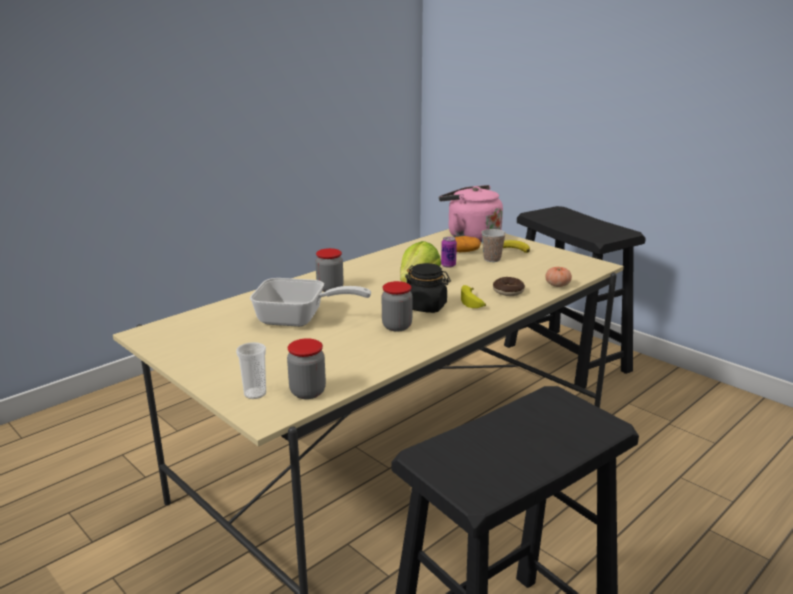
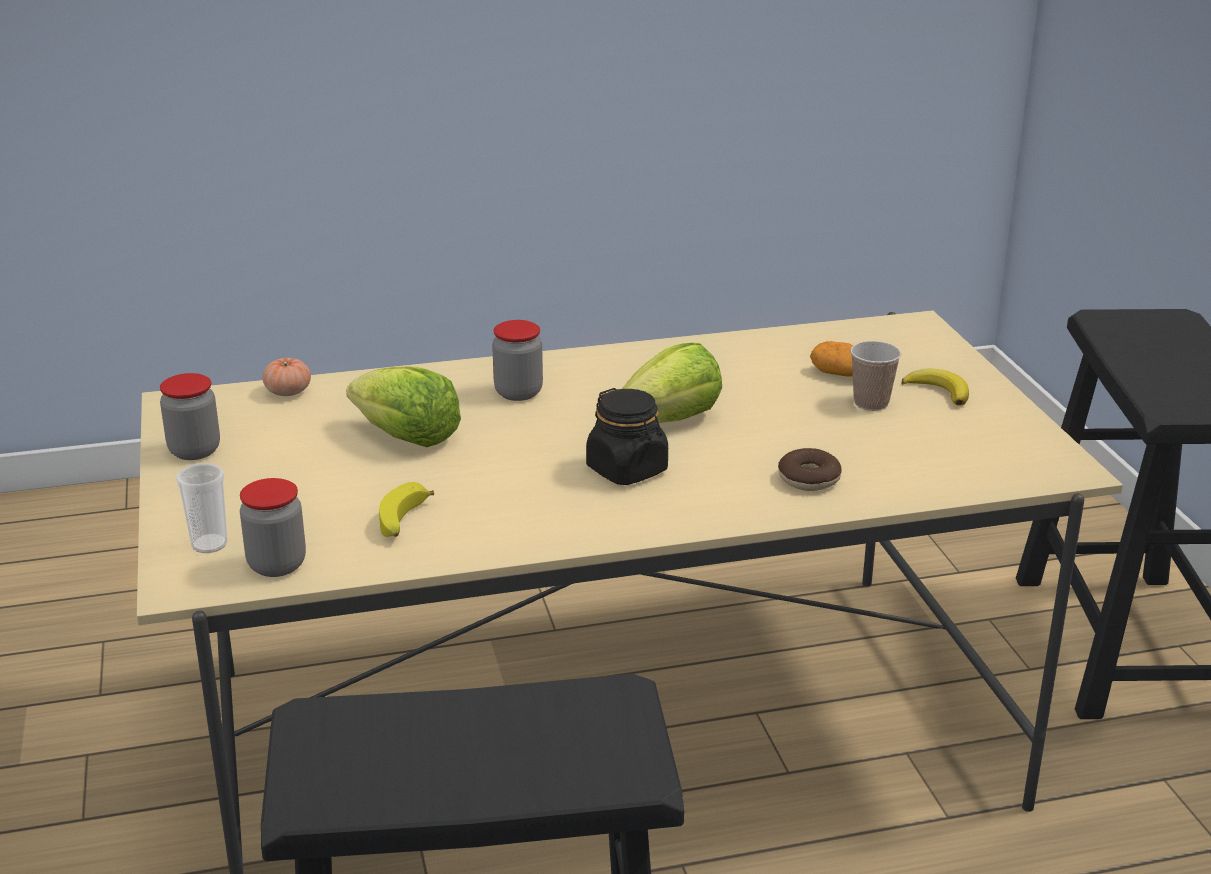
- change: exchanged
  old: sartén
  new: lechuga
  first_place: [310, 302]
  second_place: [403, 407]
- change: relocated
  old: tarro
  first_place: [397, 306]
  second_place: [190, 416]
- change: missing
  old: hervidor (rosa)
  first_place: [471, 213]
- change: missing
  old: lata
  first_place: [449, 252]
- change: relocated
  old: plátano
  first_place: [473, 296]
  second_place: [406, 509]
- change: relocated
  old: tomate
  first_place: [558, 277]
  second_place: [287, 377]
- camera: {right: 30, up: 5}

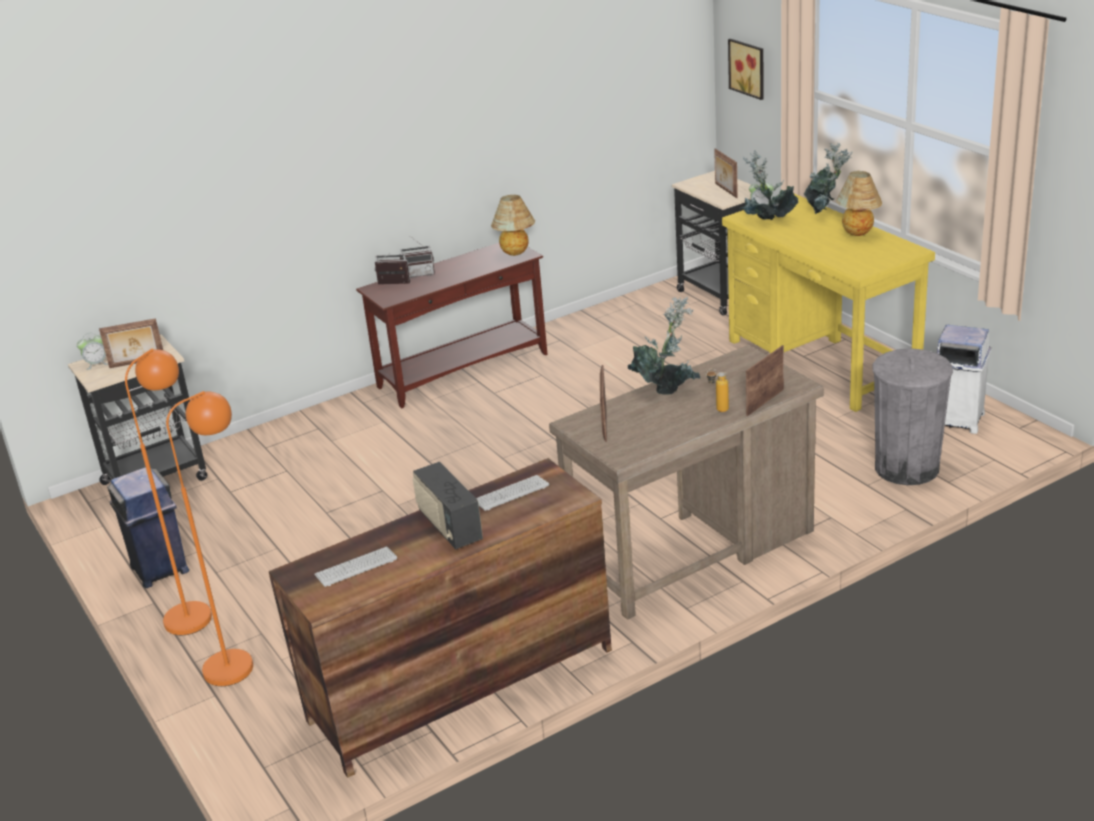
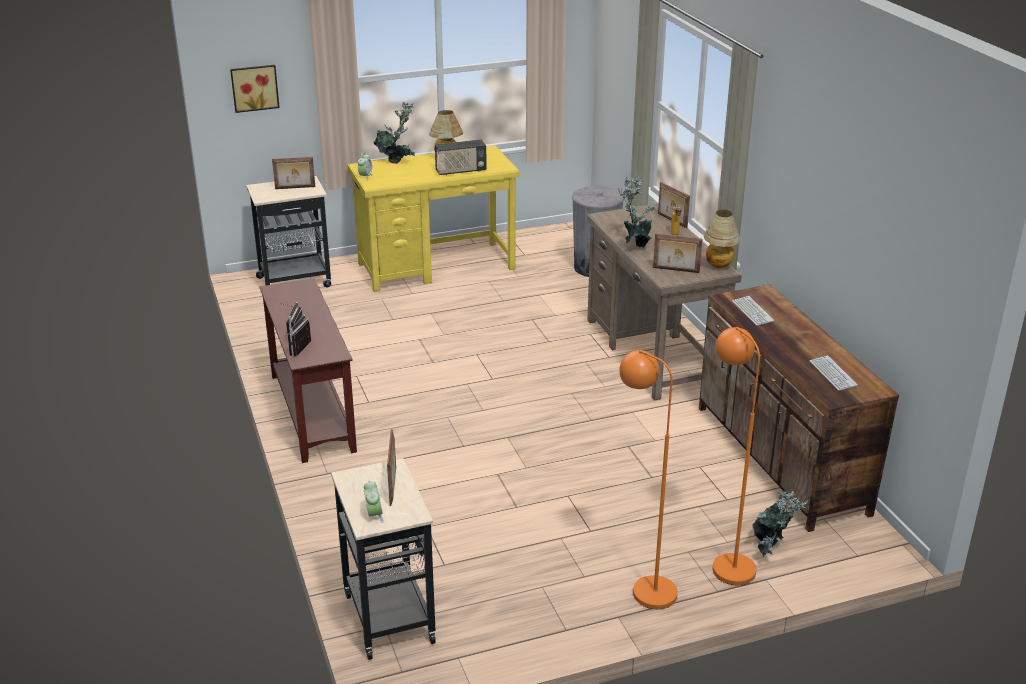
- change: missing
  old: papelera (azul)
  first_place: [148, 527]
- change: relocated
  old: radio
  first_place: [448, 505]
  second_place: [461, 157]
- change: relocated
  old: lámpara de mesa
  first_place: [513, 225]
  second_place: [722, 238]
- change: relocated
  old: planta en maceta
  first_place: [768, 185]
  second_place: [780, 523]
- change: missing
  old: papelera (blanco)
  first_place: [964, 379]
- camera: {right: -80, up: 0}

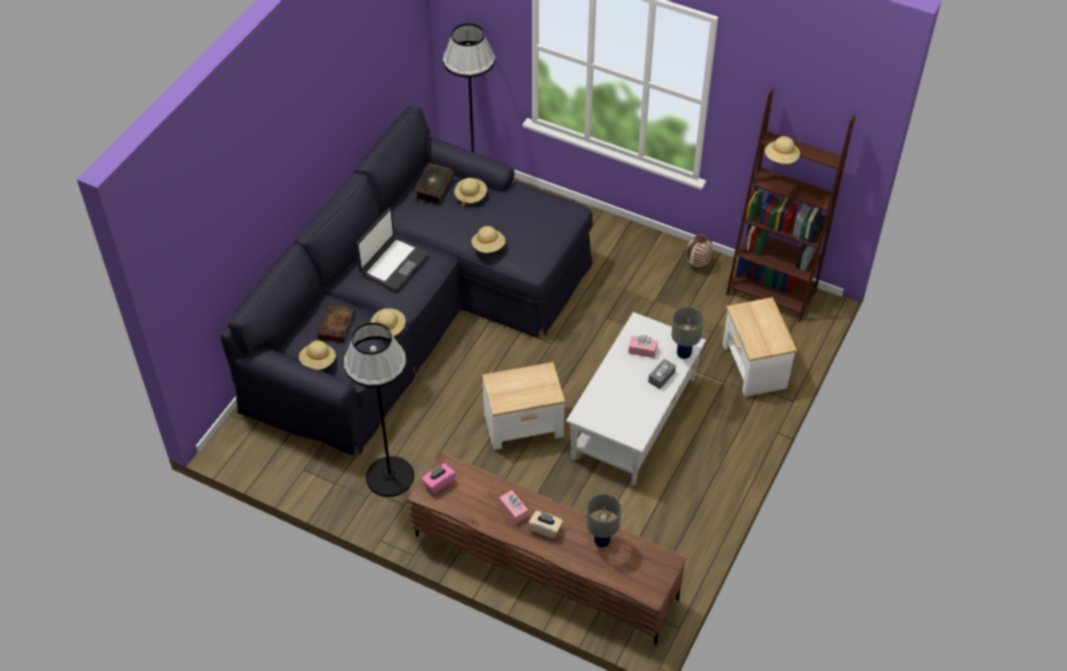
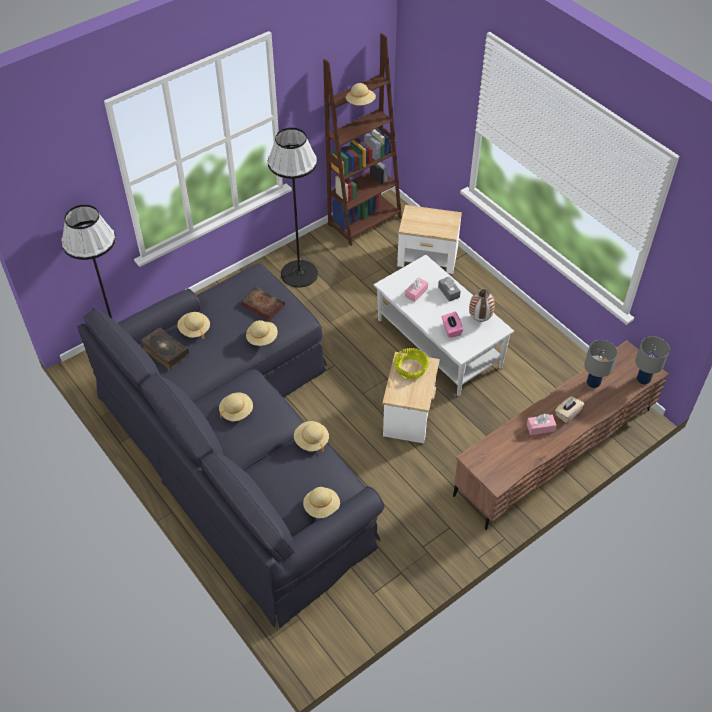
- change: relocated
  old: libro
  first_place: [336, 323]
  second_place: [263, 303]
- change: relocated
  old: lámpara de pie (negro)
  first_place: [378, 409]
  second_place: [293, 208]
- change: exchanged
  old: portátil
  new: sombrero (beis)
  first_place: [392, 248]
  second_place: [236, 406]
- change: relocated
  old: caja de pañuelos (rosa)
  first_place: [439, 478]
  second_place: [452, 325]
- change: relocated
  old: lámpara de mesa (gris)
  first_place: [687, 333]
  second_place: [652, 360]
- change: relocated
  old: florero
  first_place: [699, 251]
  second_place: [482, 305]
- change: appeared
  new: cuenco (amarillo)
  second_place: [411, 363]
- camera: {right: -65, up: 0}

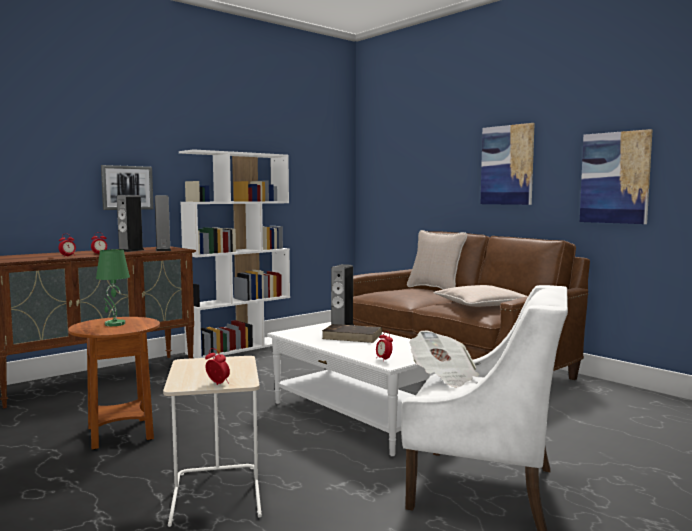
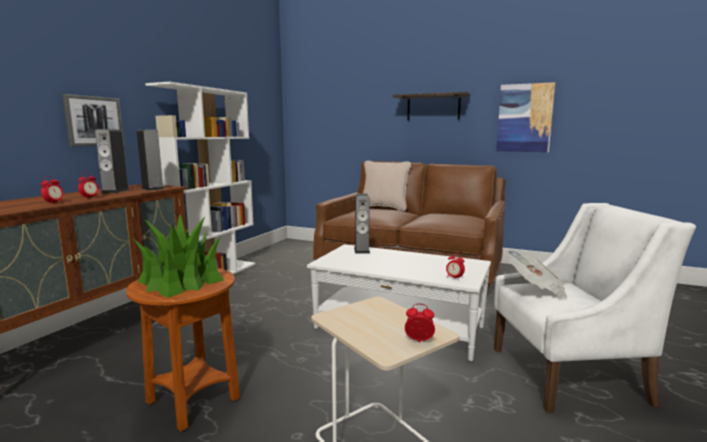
- change: exchanged
  old: lámpara de mesa (verde)
  new: planta en maceta
  first_place: [113, 287]
  second_place: [178, 256]
- change: missing
  old: libro (marrón)
  first_place: [352, 333]
- change: missing
  old: cojín (beis)
  first_place: [480, 296]
- change: exchanged
  old: cuadro
  new: estante
  first_place: [508, 164]
  second_place: [432, 106]
- camera: {right: -25, up: 5}

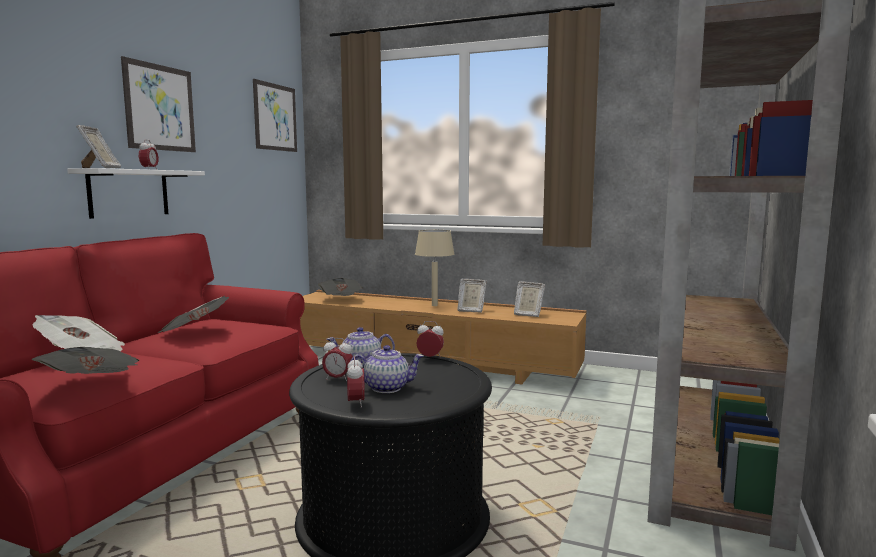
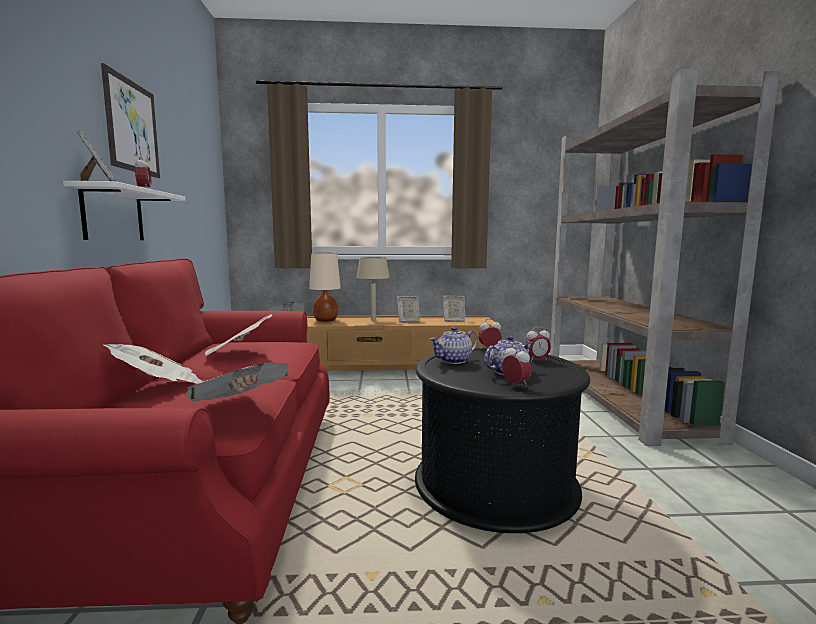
- change: missing
  old: cuadro
  first_place: [275, 115]
- change: relocated
  old: despertador
  first_place: [337, 359]
  second_place: [538, 344]
- change: appeared
  new: lámpara de mesa (beis)
  second_place: [325, 287]
- camera: {right: -25, up: 0}

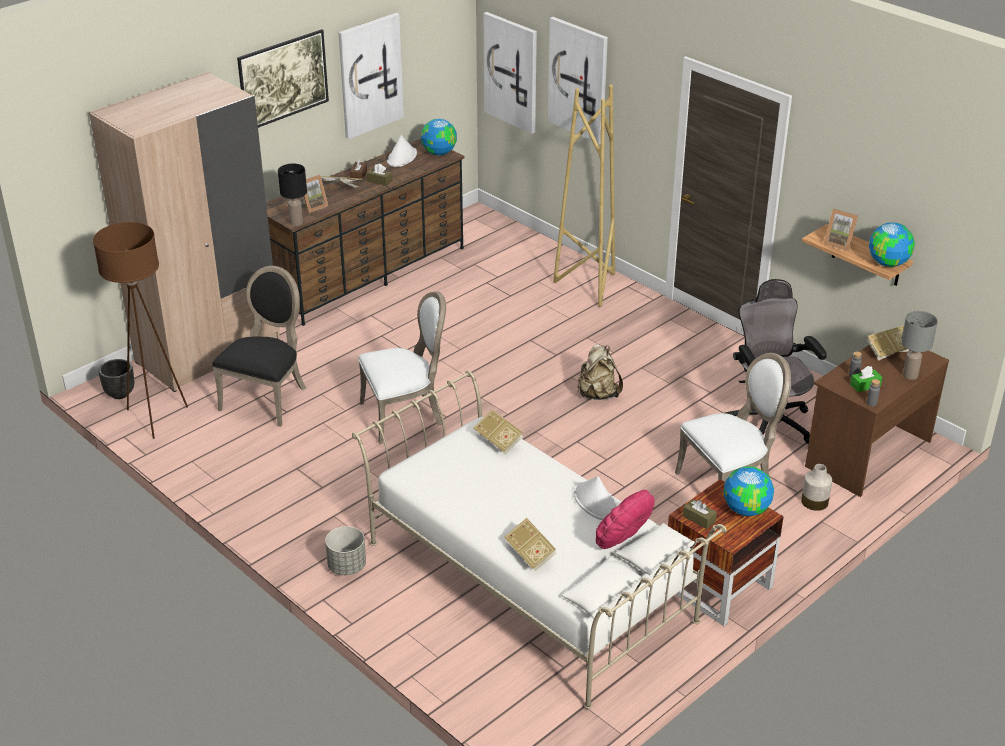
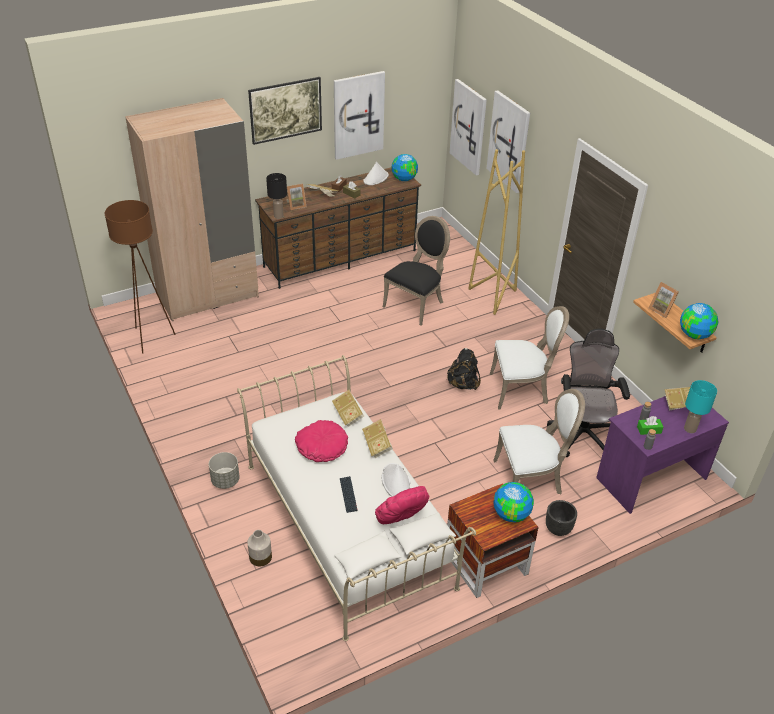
- change: relocated
  old: maceta (negro)
  first_place: [116, 379]
  second_place: [561, 518]
- change: relocated
  old: silla (negro)
  first_place: [259, 346]
  second_place: [416, 271]
- change: relocated
  old: silla (blanco)
  first_place: [402, 367]
  second_place: [529, 358]
- change: relocated
  old: libro
  first_place: [530, 544]
  second_place: [377, 438]
- change: colour
  old: mochila (beis)
  new: mochila (negro)
  first_place: [600, 372]
  second_place: [464, 369]
- change: missing
  old: caja de pañuelos (marrón)
  first_place: [700, 514]
- change: relocated
  old: florero (beis)
  first_place: [816, 487]
  second_place: [259, 548]
- change: colour
  old: escritorio (marrón)
  new: escritorio (morado)
  first_place: [877, 421]
  second_place: [662, 455]
- change: colour
  old: lámpara de mesa (gris)
  new: lámpara de mesa (turquesa)
  first_place: [919, 345]
  second_place: [700, 406]
- change: appeared
  new: cojín (rosa)
  second_place: [321, 441]
- change: appeared
  new: teclado
  second_place: [349, 494]
- camera: {right: 15, up: 5}

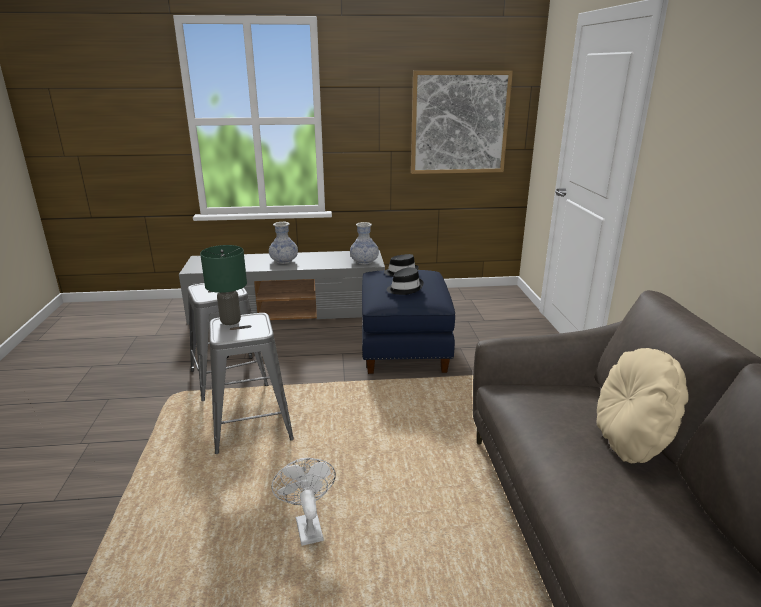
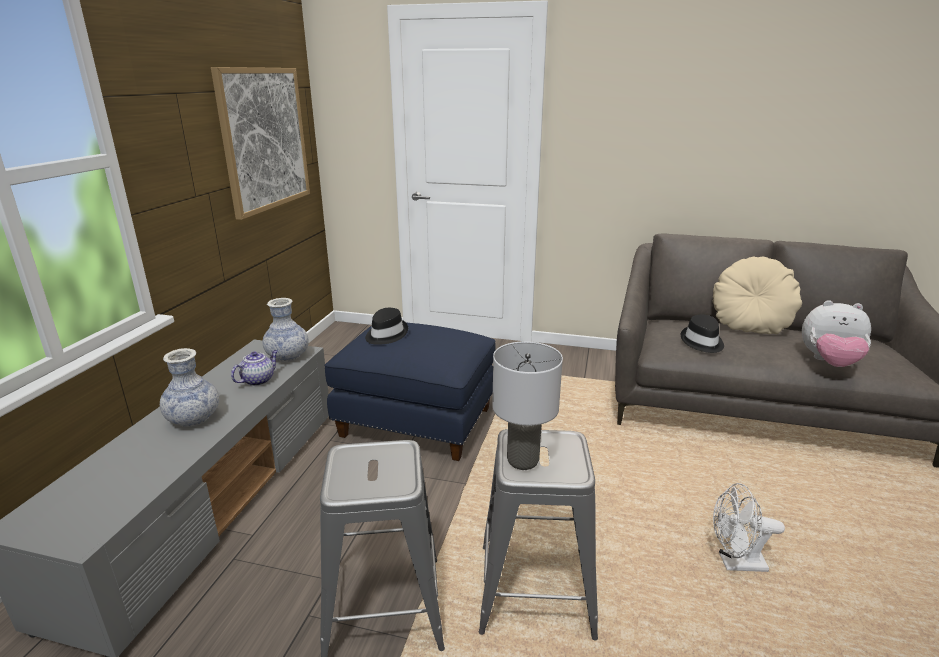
- change: colour
  old: lámpara de mesa (verde)
  new: lámpara de mesa (blanco)
  first_place: [223, 285]
  second_place: [527, 405]
- change: relocated
  old: sombrero (negro)
  first_place: [405, 281]
  second_place: [702, 334]
- change: appeared
  new: tetera
  second_place: [254, 368]
- change: appeared
  new: peluche
  second_place: [836, 333]
- camera: {right: -70, up: 0}

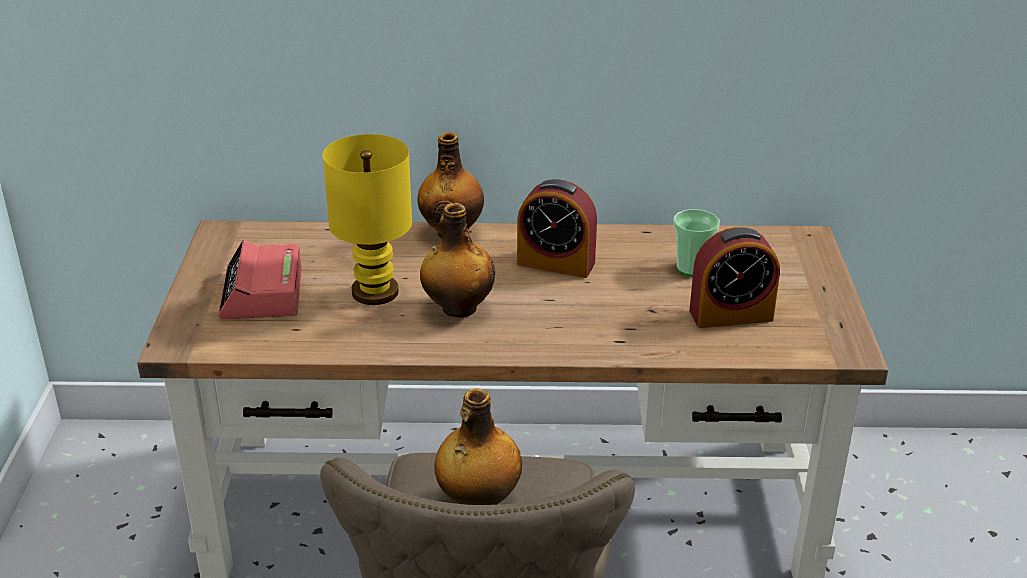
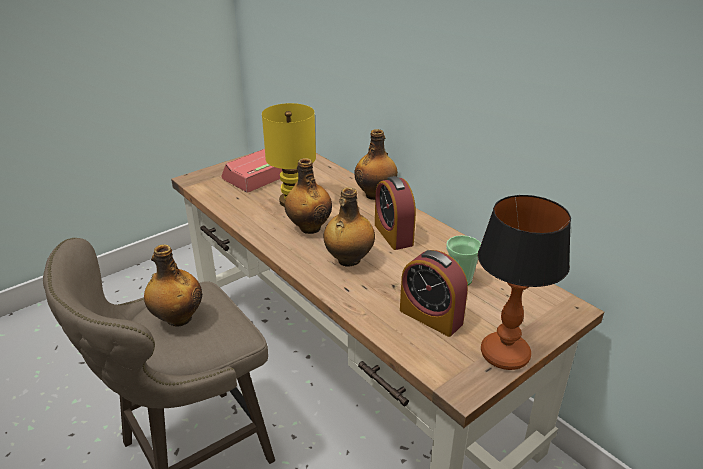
- change: appeared
  new: botella
  second_place: [349, 227]
- change: appeared
  new: lámpara de mesa
  second_place: [524, 282]
- camera: {right: 50, up: 0}

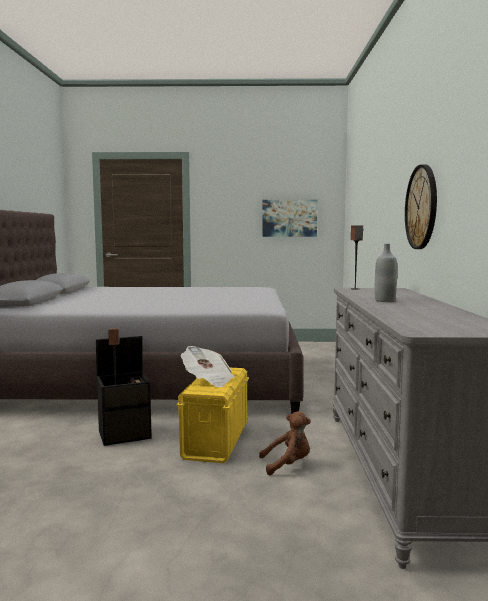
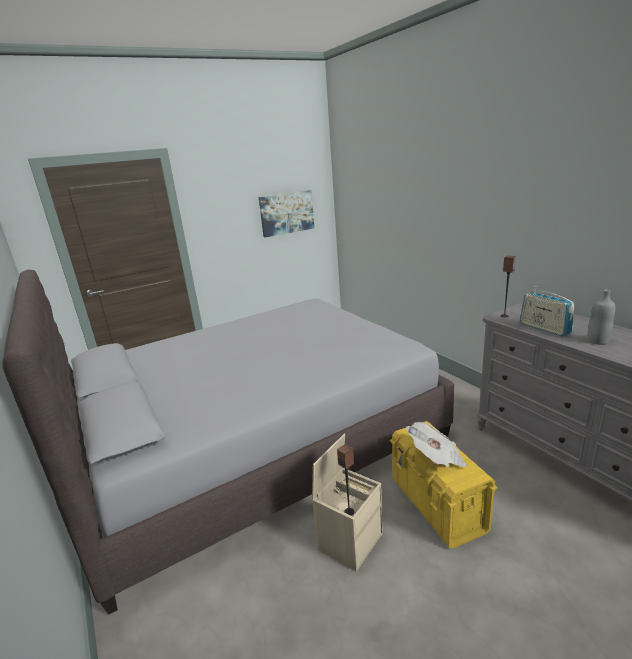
- change: colour
  old: caja de almacenaje (negro)
  new: caja de almacenaje (beis)
  first_place: [124, 391]
  second_place: [347, 503]
- change: missing
  old: peluche (marrón)
  first_place: [285, 443]
- change: missing
  old: reloj de pared
  first_place: [421, 206]
- change: appeared
  new: radio
  second_place: [547, 311]
- camera: {right: -30, up: 15}

